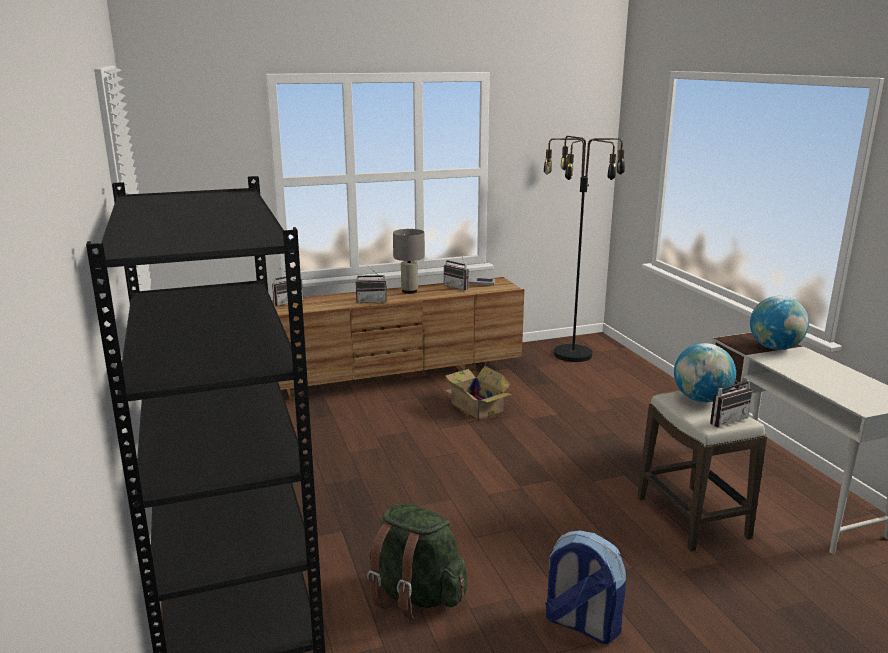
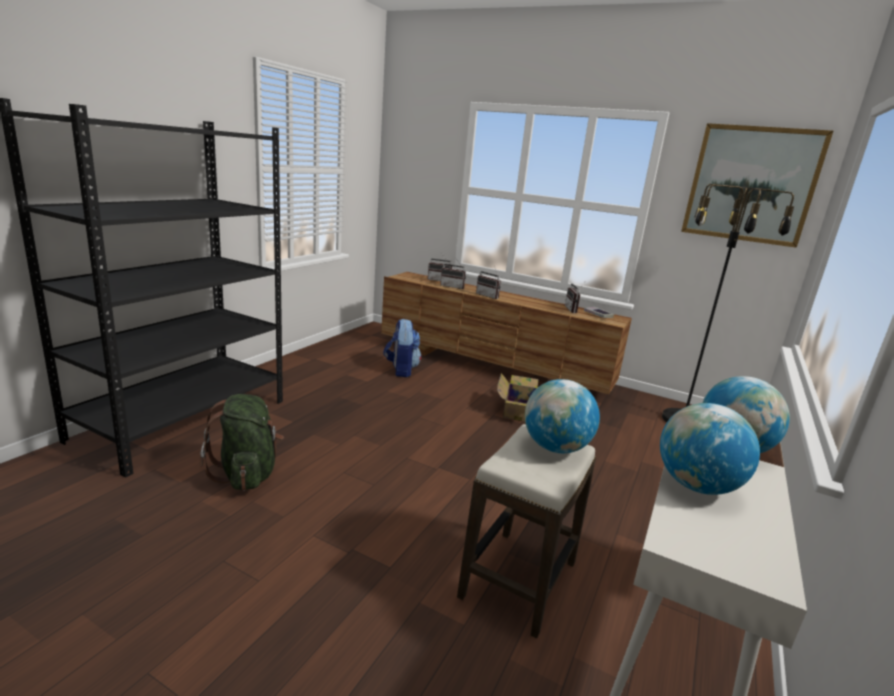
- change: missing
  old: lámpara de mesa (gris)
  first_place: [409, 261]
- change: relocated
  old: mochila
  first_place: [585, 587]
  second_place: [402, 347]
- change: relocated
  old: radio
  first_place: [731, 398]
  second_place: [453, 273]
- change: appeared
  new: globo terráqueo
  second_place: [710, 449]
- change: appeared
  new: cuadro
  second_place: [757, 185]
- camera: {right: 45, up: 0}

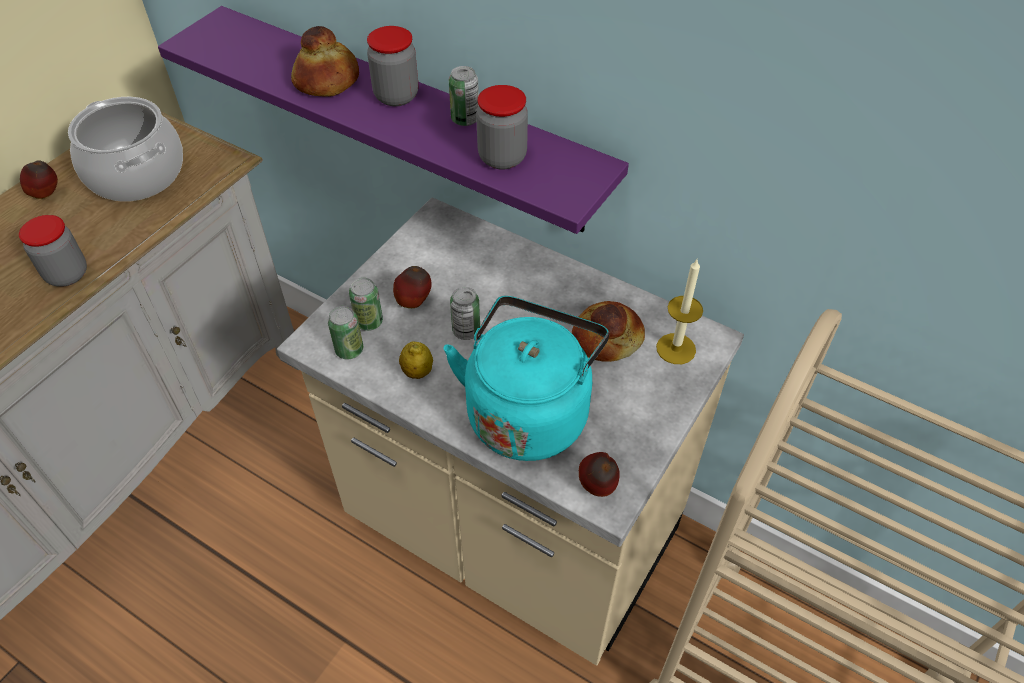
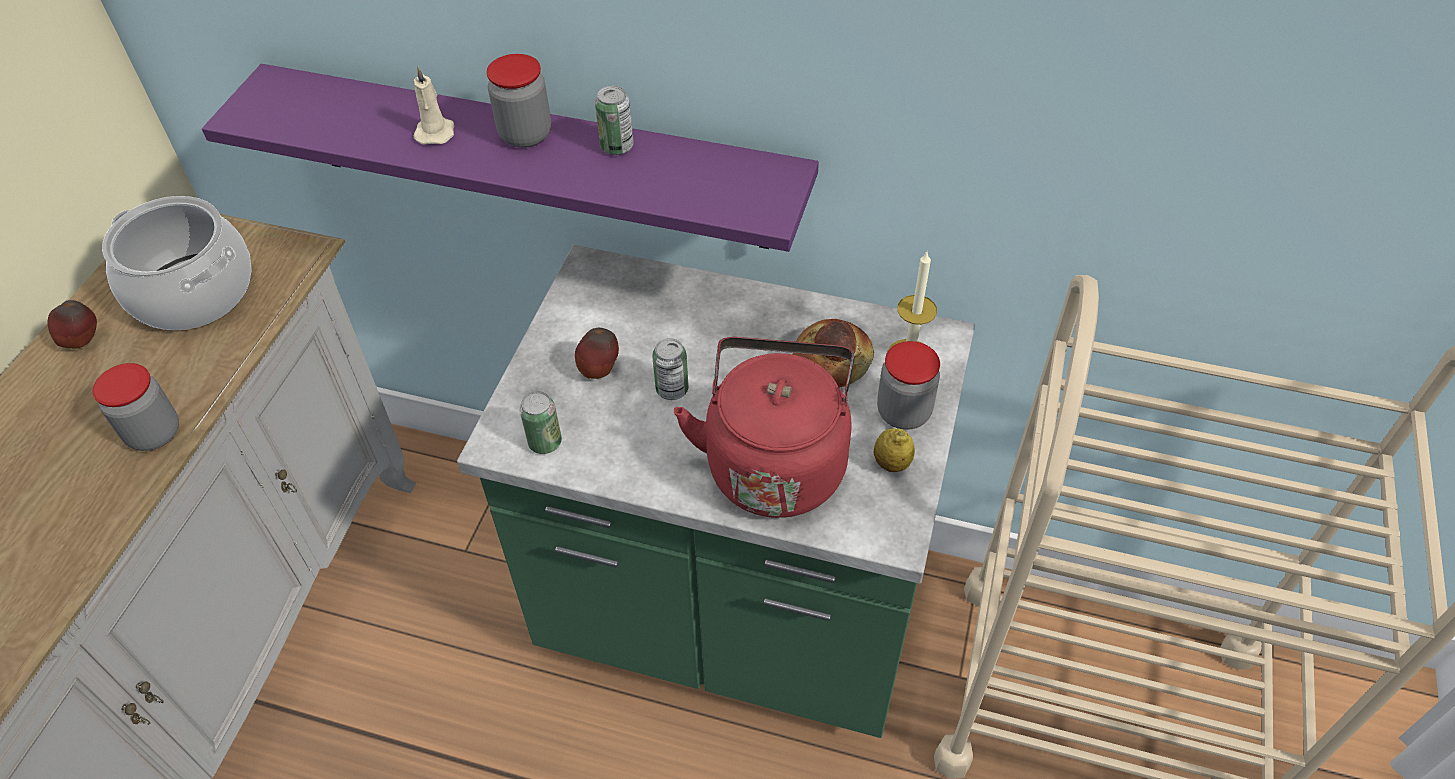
- change: colour
  old: mueble bajo de cocina (beis)
  new: mueble bajo de cocina (verde)
  first_place: [510, 431]
  second_place: [716, 491]
- change: exchanged
  old: pan
  new: vela (beis)
  first_place: [325, 61]
  second_place: [433, 105]
- change: missing
  old: lata
  first_place: [366, 304]
- change: relocated
  old: limón
  first_place: [416, 360]
  second_place: [894, 450]
- change: colour
  old: hervidor (turquesa)
  new: hervidor (rojo)
  first_place: [526, 378]
  second_place: [764, 427]
- change: relocated
  old: tarro
  first_place: [502, 127]
  second_place: [908, 385]
- change: missing
  old: manzana
  first_place: [599, 474]
- camera: {right: -15, up: 0}

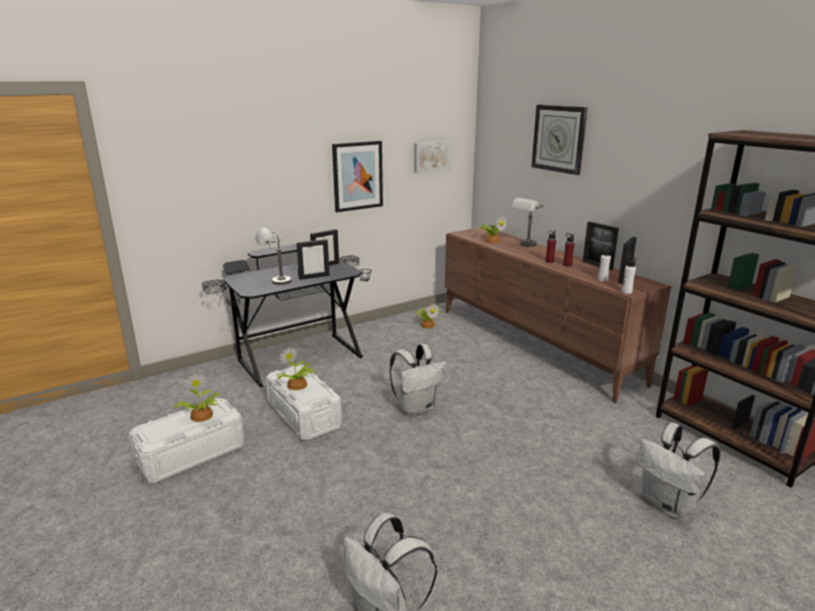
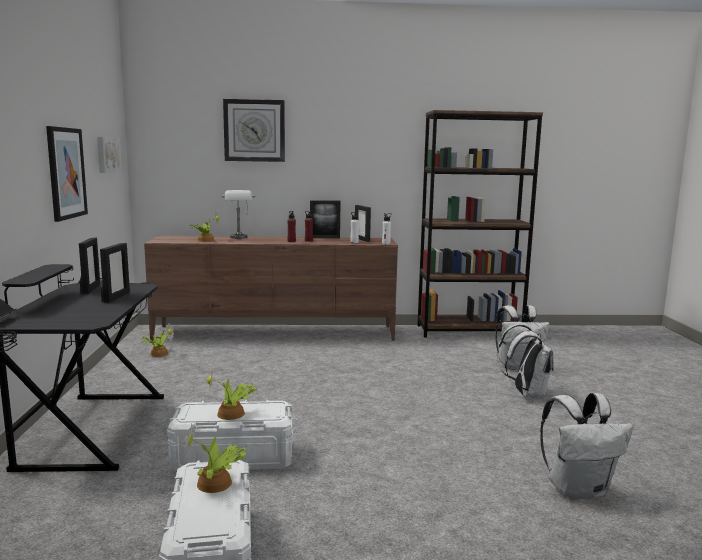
- change: missing
  old: lámpara de mesa (gris)
  first_place: [273, 256]
- change: relocated
  old: mochila (blanco)
  first_place: [418, 380]
  second_place: [525, 361]
- camera: {right: -60, up: -10}

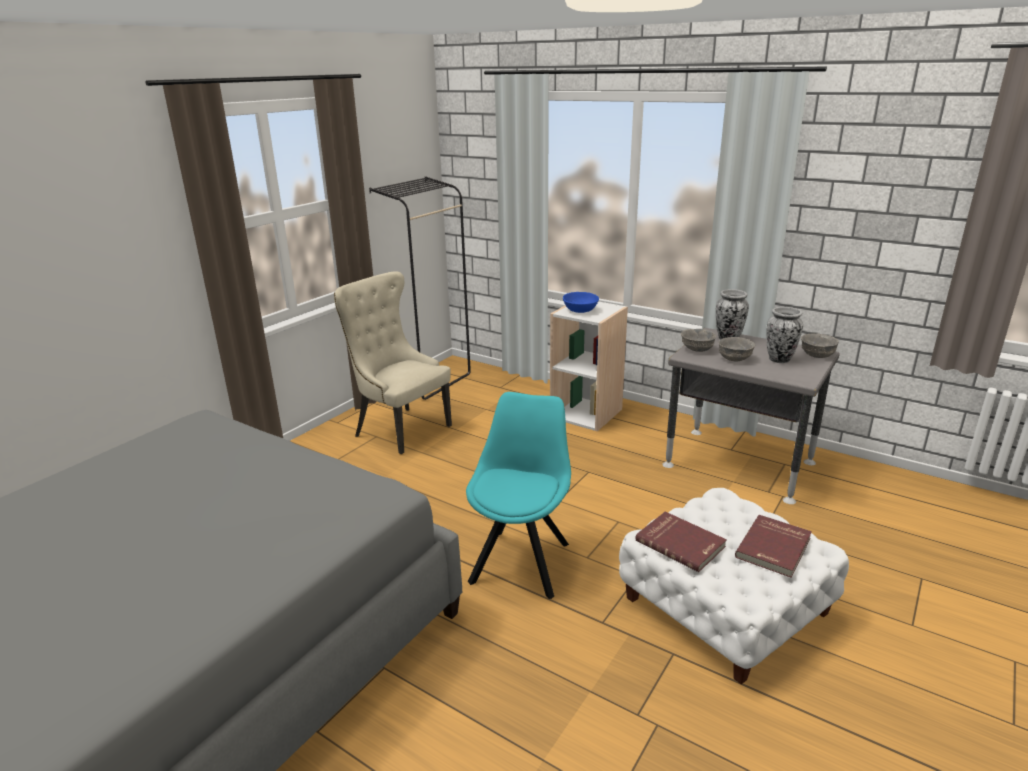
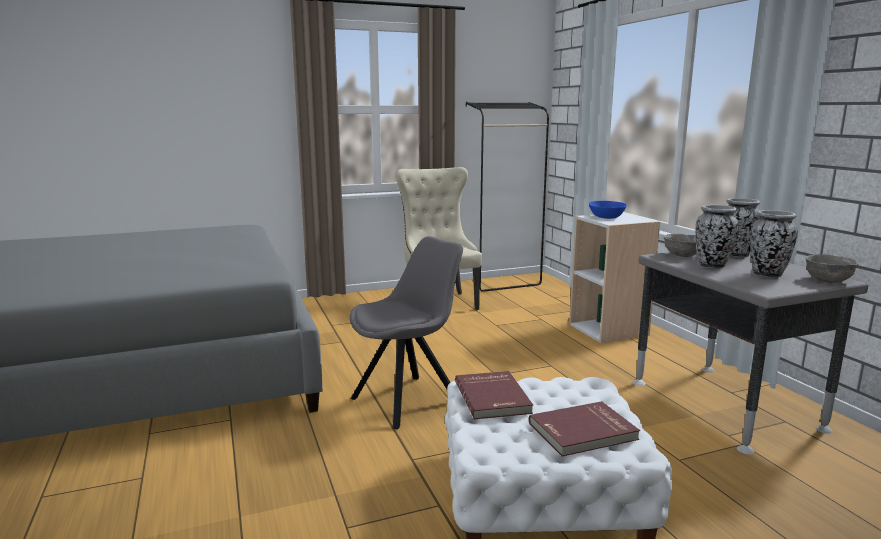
- change: colour
  old: silla (turquesa)
  new: silla (gris)
  first_place: [518, 495]
  second_place: [406, 332]
- change: exchanged
  old: cuenco (gris)
  new: florero
  first_place: [736, 349]
  second_place: [717, 237]
- camera: {right: 35, up: -10}

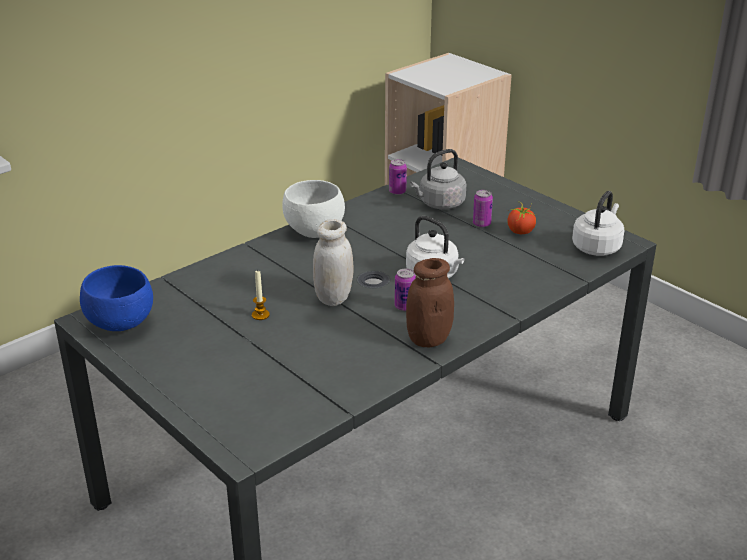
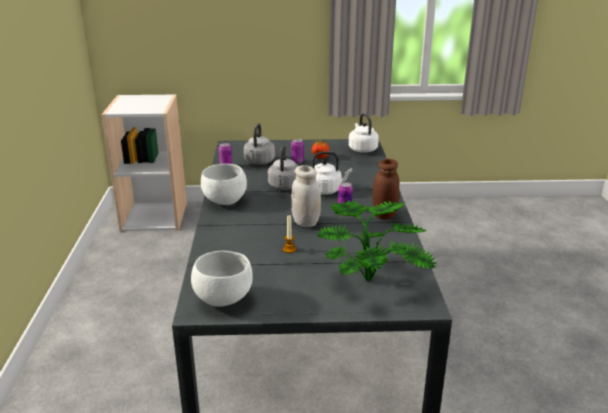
- change: colour
  old: cuenco (azul)
  new: cuenco (blanco)
  first_place: [116, 298]
  second_place: [222, 279]
- change: appeared
  new: hervidor (gris)
  second_place: [283, 167]
- change: appeared
  new: planta en maceta
  second_place: [377, 241]
- camera: {right: -50, up: -5}

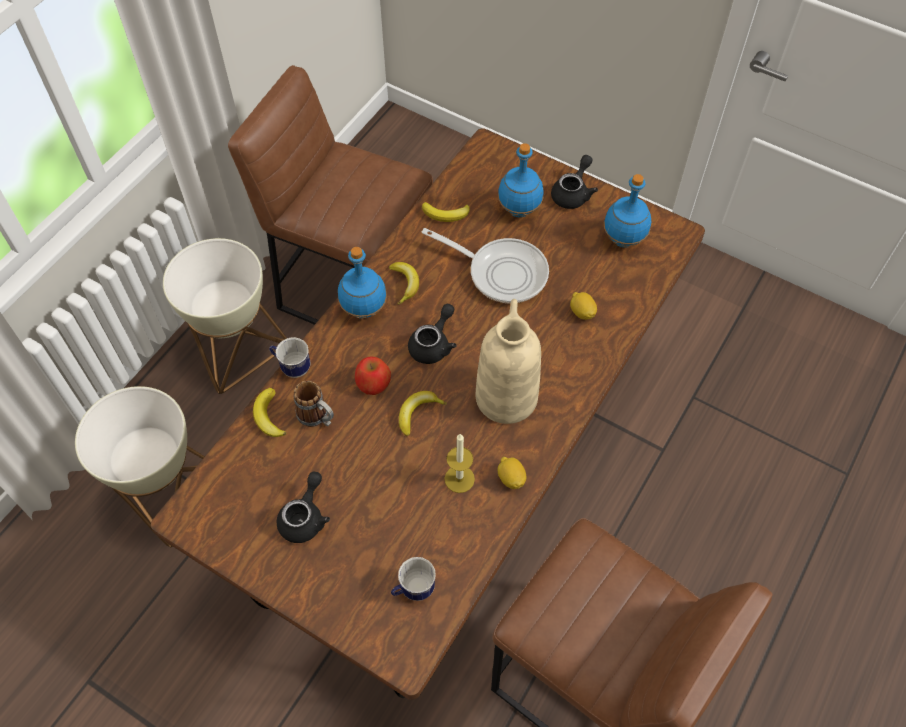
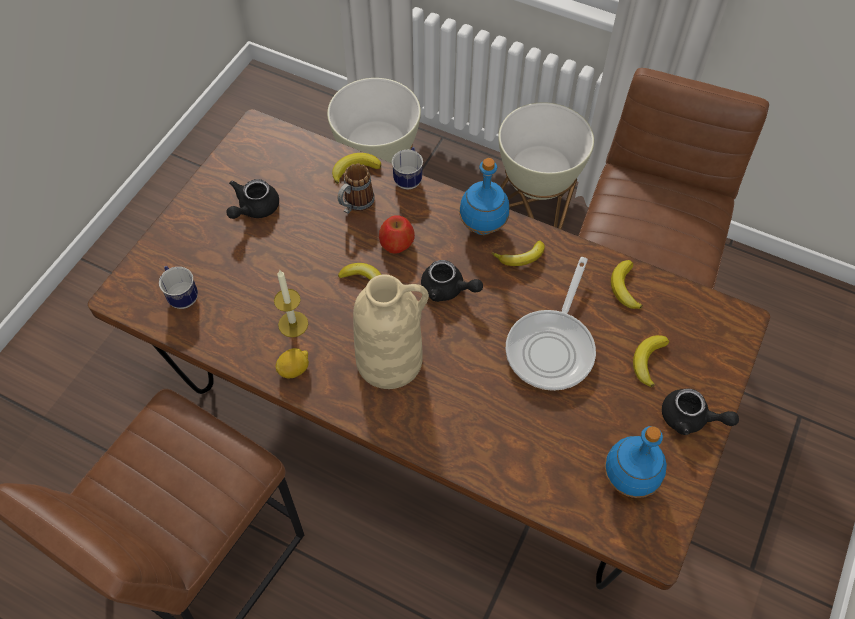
- change: spun
  old: tetera (negro)
  first_place: [303, 507]
  second_place: [253, 199]
  degrees: 105
- change: exchanged
  old: botella (azul)
  new: plátano
  first_place: [521, 180]
  second_place: [651, 361]
- change: missing
  old: limón
  first_place: [583, 306]
- camera: {right: 85, up: 0}

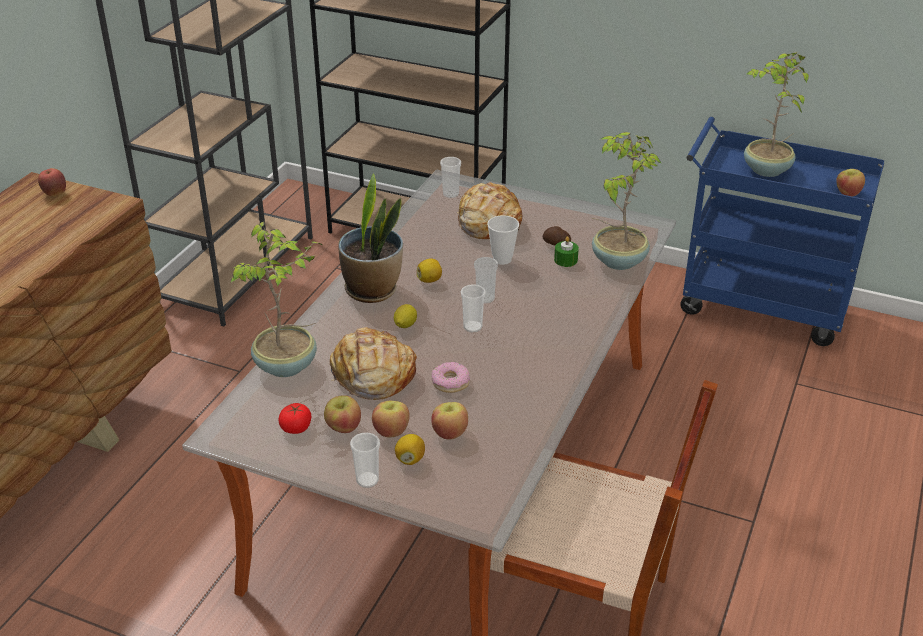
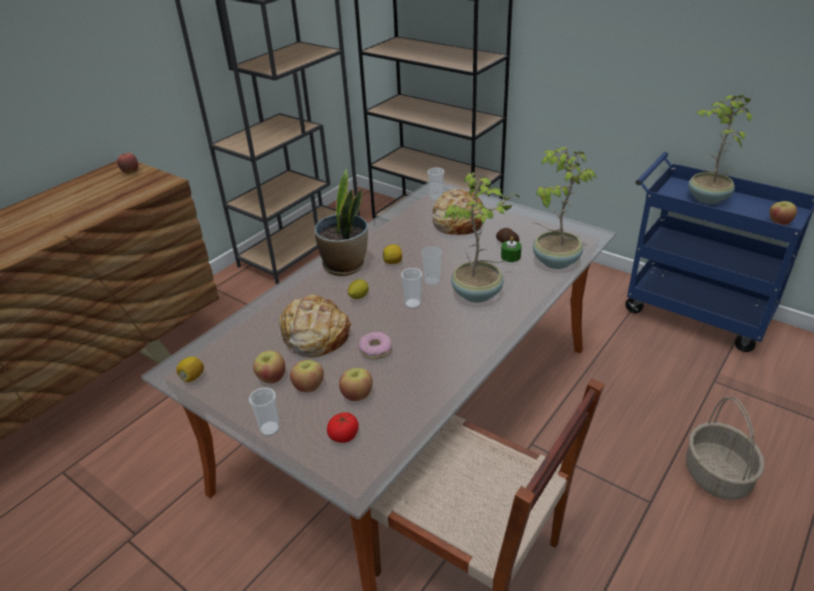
- change: relocated
  old: planta en maceta
  first_place: [276, 299]
  second_place: [481, 237]
- change: relocated
  old: tomate
  first_place: [295, 418]
  second_place: [343, 427]
- change: relocated
  old: limón
  first_place: [410, 449]
  second_place: [190, 369]
- change: missing
  old: taza
  first_place: [503, 240]
- change: appeared
  new: cesta
  second_place: [725, 448]
- camera: {right: 15, up: 0}

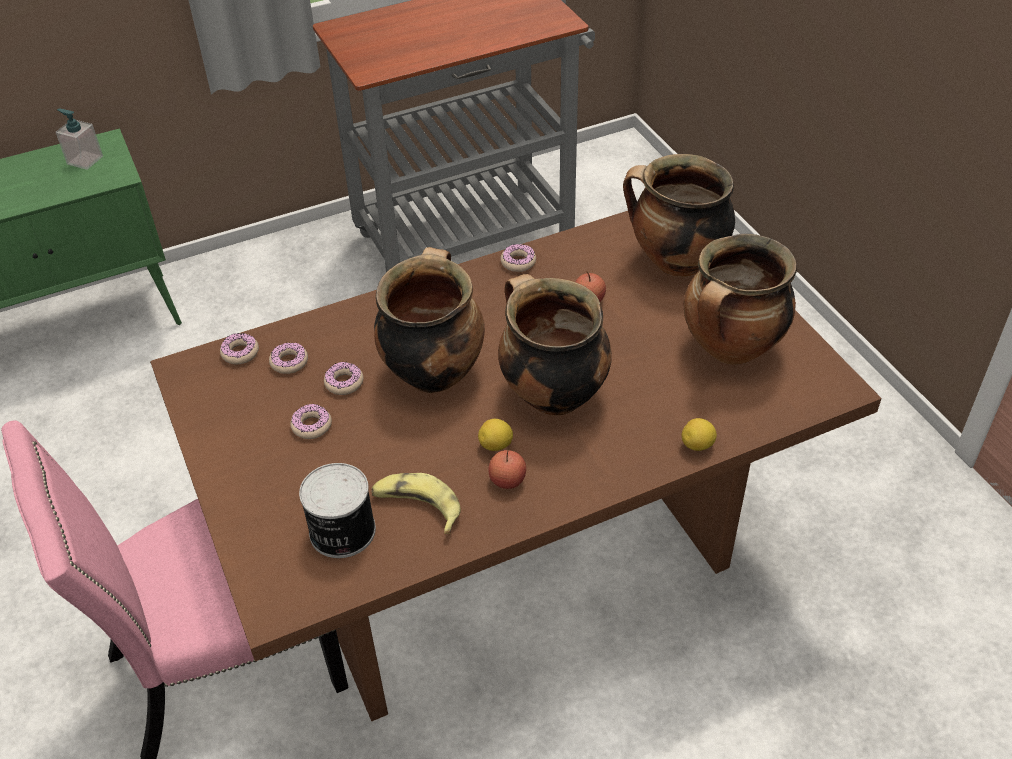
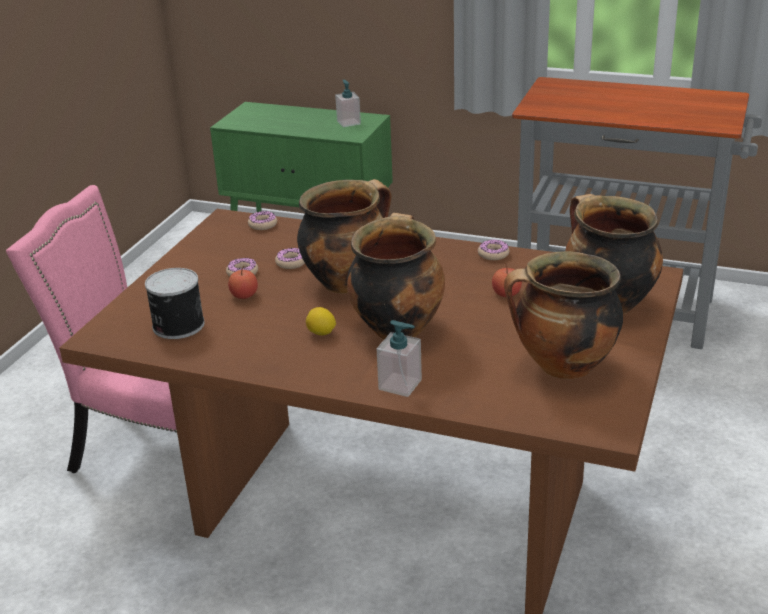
- change: missing
  old: rosquilla
  first_place: [288, 358]
- change: missing
  old: plátano
  first_place: [416, 503]
- change: relocated
  old: manzana
  first_place: [507, 469]
  second_place: [243, 282]
- change: missing
  old: limón
  first_place: [699, 434]
- change: appeared
  new: dispensador de jabón
  second_place: [399, 358]
- camera: {right: 45, up: -15}

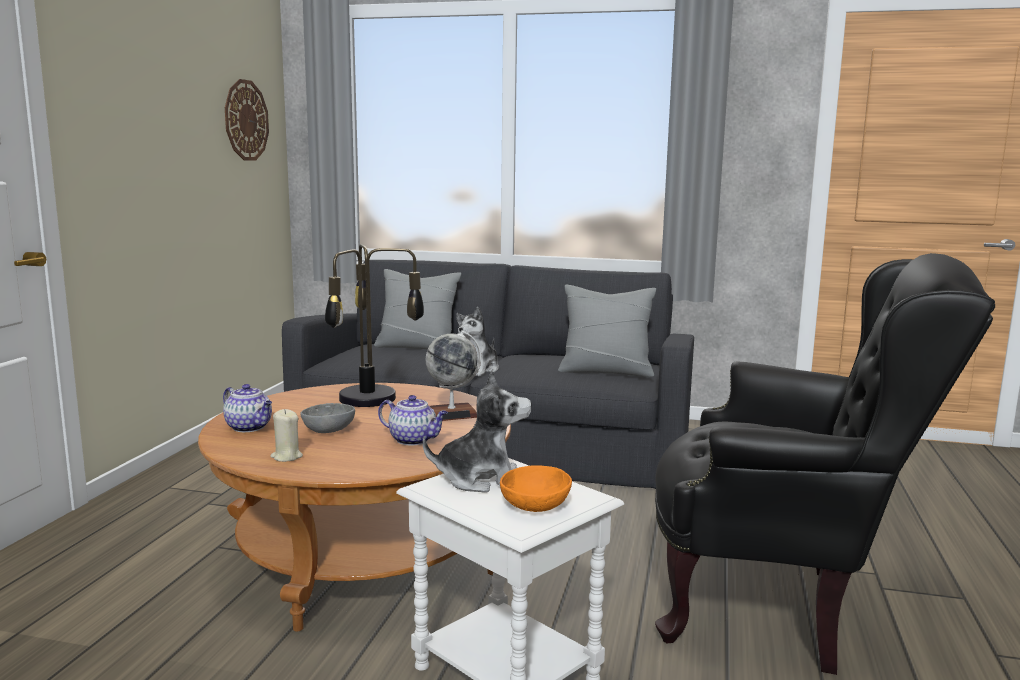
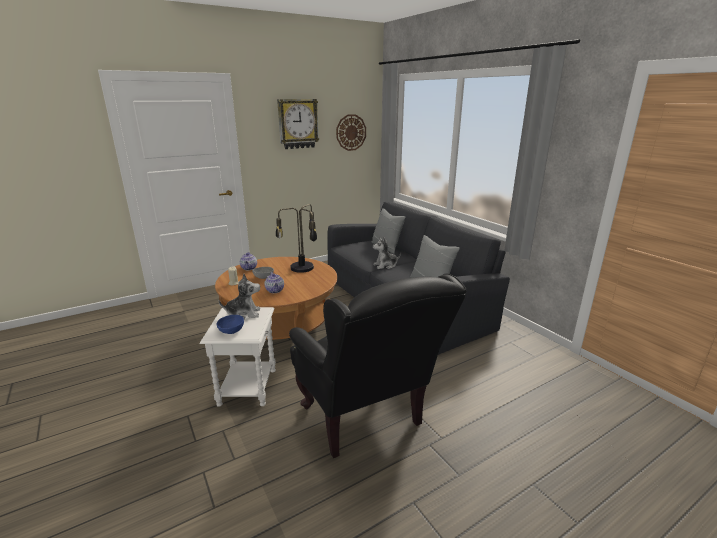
- change: spun
  old: peluche
  first_place: [477, 431]
  second_place: [239, 296]
  degrees: -45
- change: missing
  old: globo terráqueo
  first_place: [453, 375]
- change: colour
  old: cuenco (naranja)
  new: cuenco (azul)
  first_place: [536, 488]
  second_place: [230, 324]
- change: appeared
  new: reloj de pared
  second_place: [298, 124]
- camera: {right: 45, up: 10}

